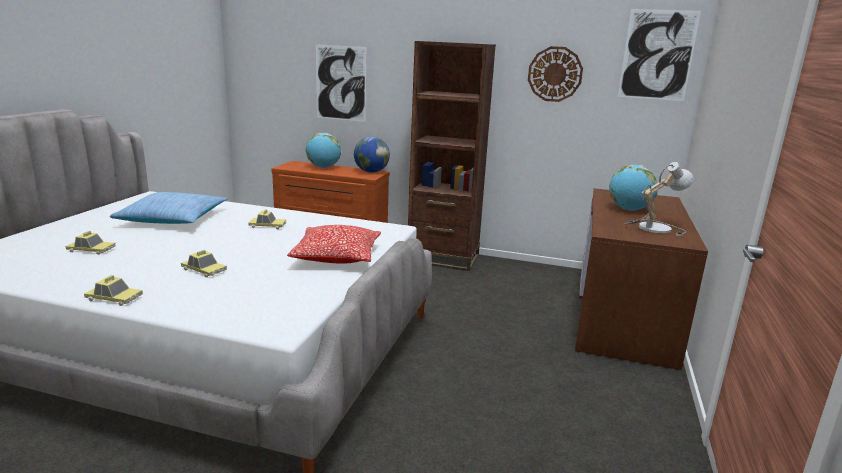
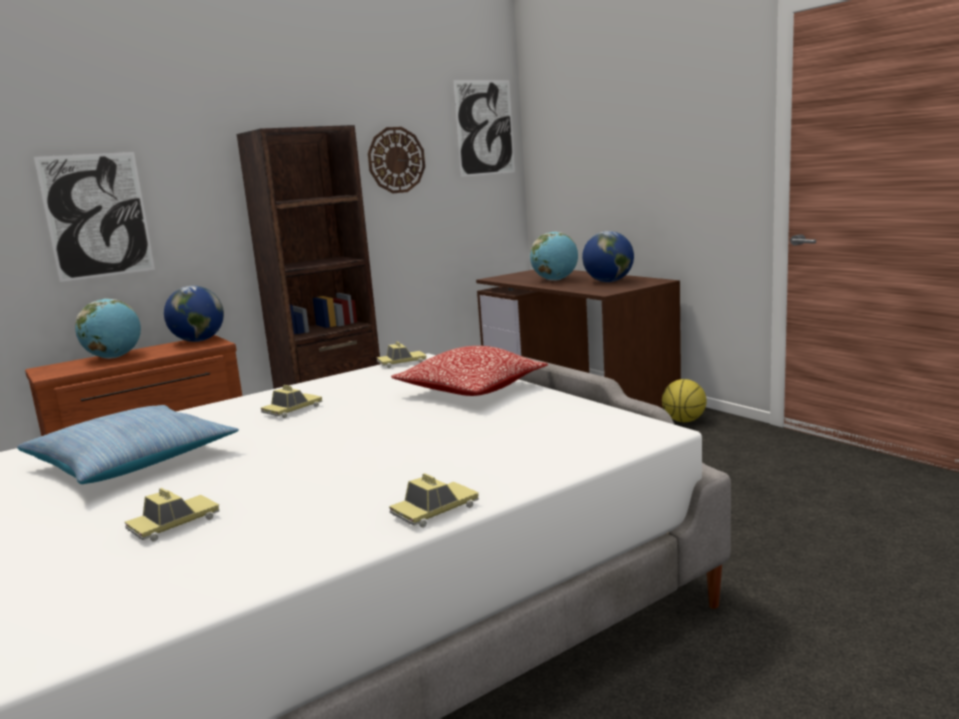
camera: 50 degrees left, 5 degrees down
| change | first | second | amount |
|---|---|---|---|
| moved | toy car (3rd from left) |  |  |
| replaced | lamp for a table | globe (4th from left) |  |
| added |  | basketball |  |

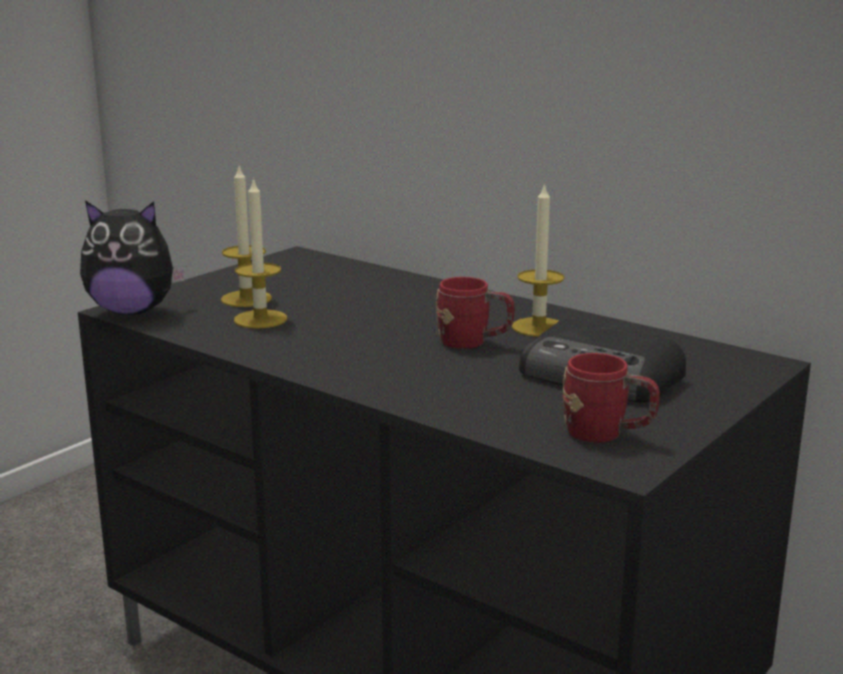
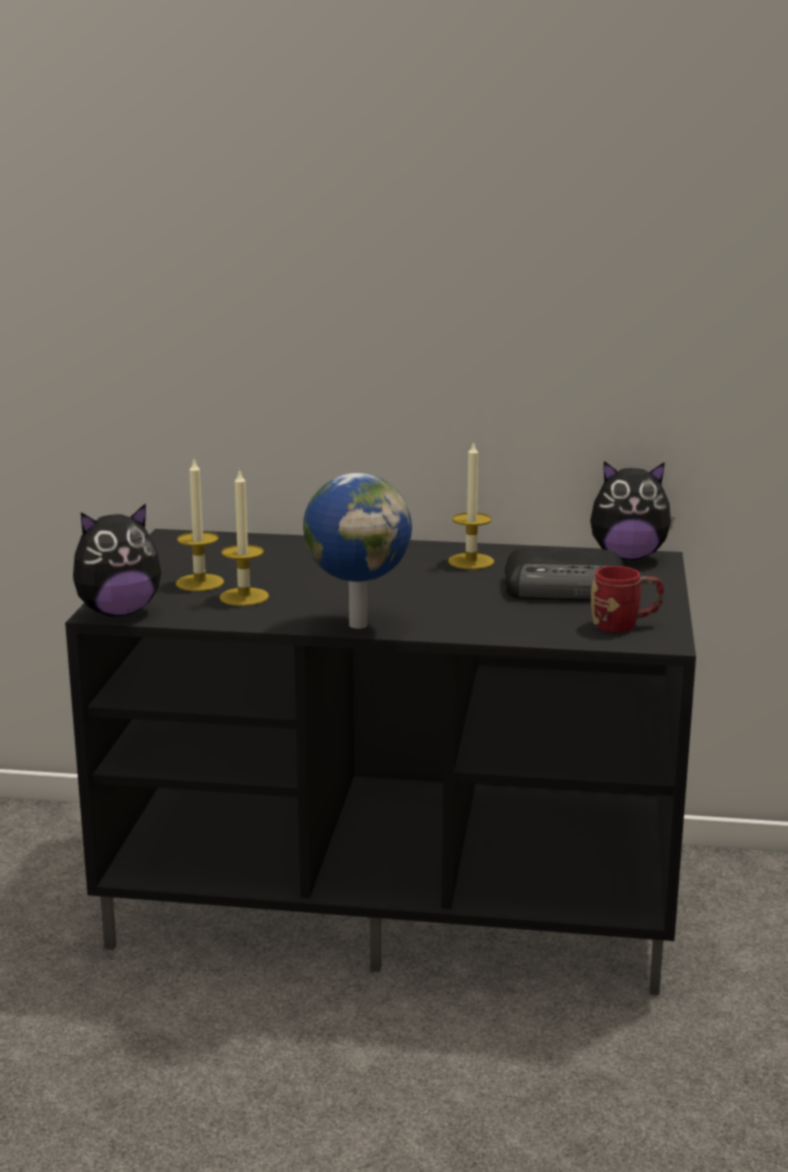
camera: 30 degrees left, 0 degrees up
| change | first | second | amount |
|---|---|---|---|
| added |  | globe |  |
| added |  | plush toy (2nd from left) |  |
| removed | red-coloured coffee mug (1st from left) |  |  |

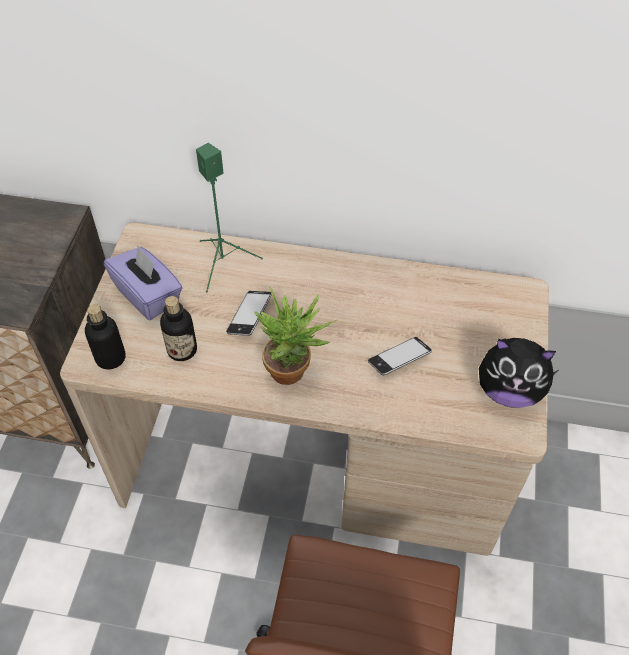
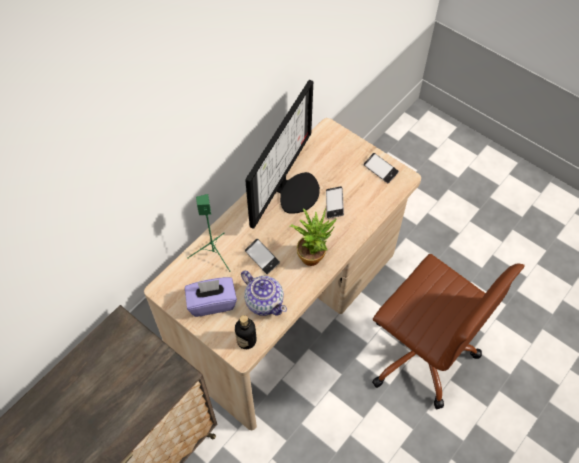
camera: 60 degrees left, 5 degrees up
| change | first | second | amount |
|---|---|---|---|
| replaced | beverage bottle (2nd from left) | teapot |  |
| added |  | computer display |  |
| replaced | plush toy | telephone (3rd from left) |  |

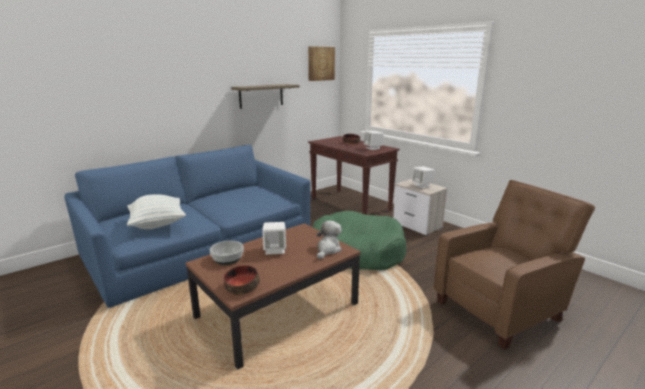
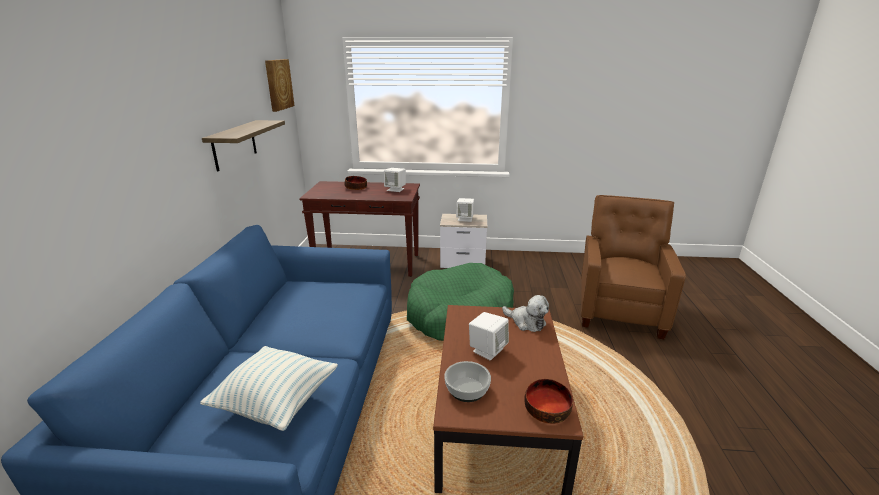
camera: 45 degrees left, 5 degrees up
| change | first | second | amount |
|---|---|---|---|
| turned | plush toy |  | 150 degrees clockwise |

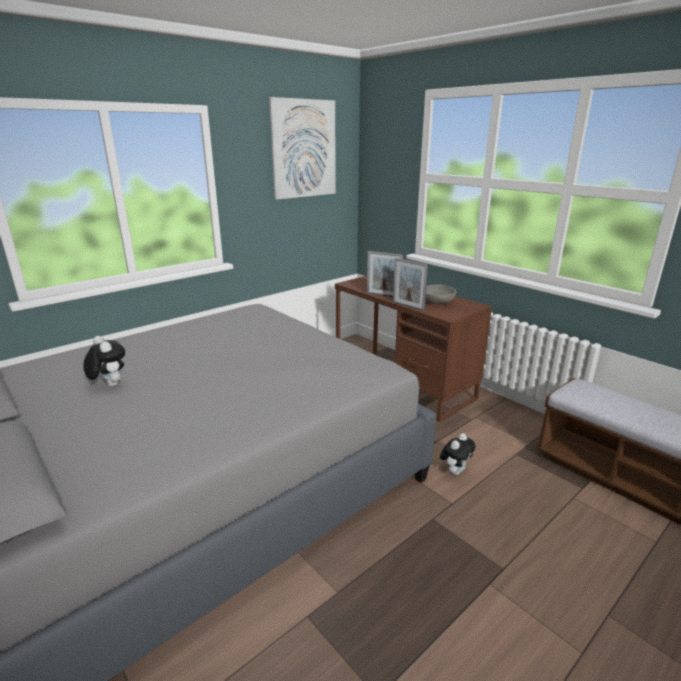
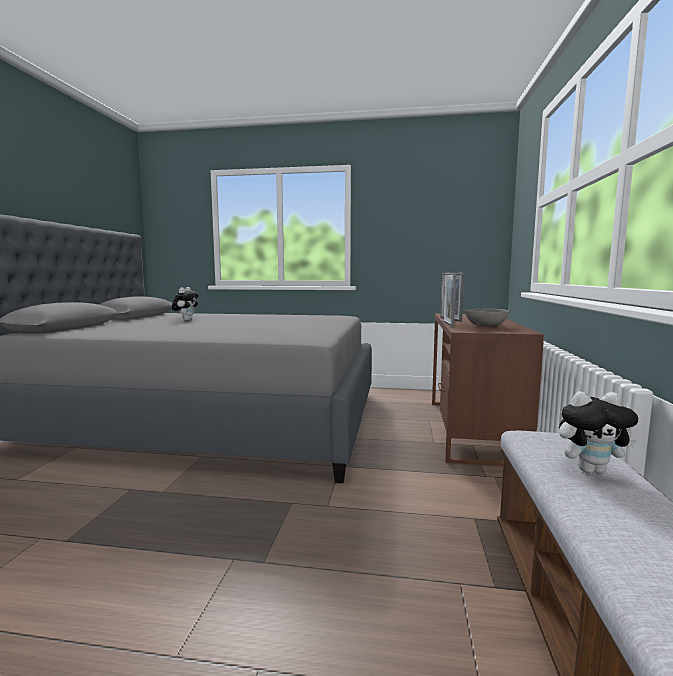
camera: 50 degrees right, 15 degrees down
| change | first | second | amount |
|---|---|---|---|
| moved | plush toy (2nd from left) |  |  |
| removed | wall picture |  |  |

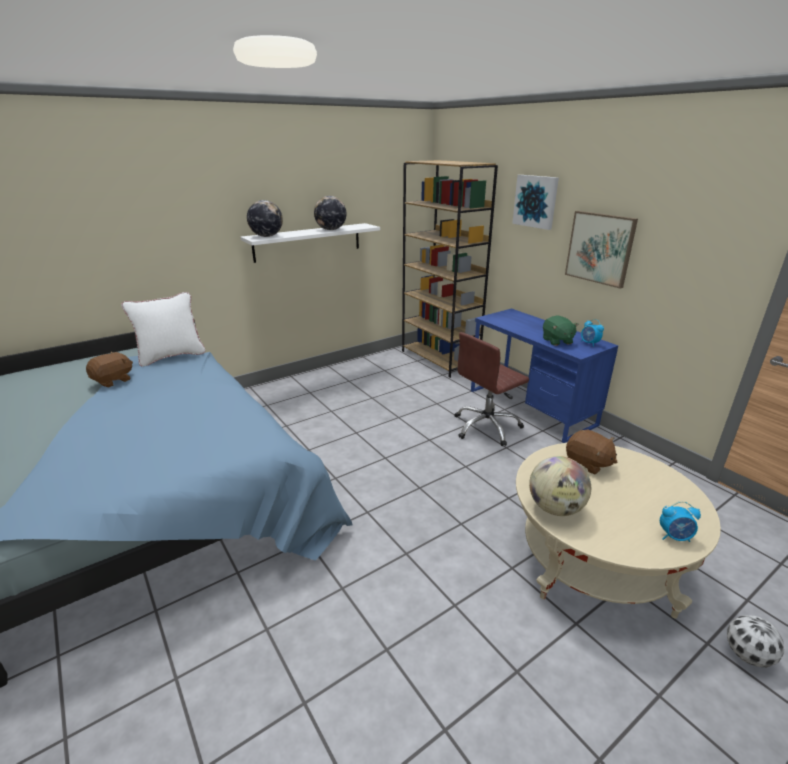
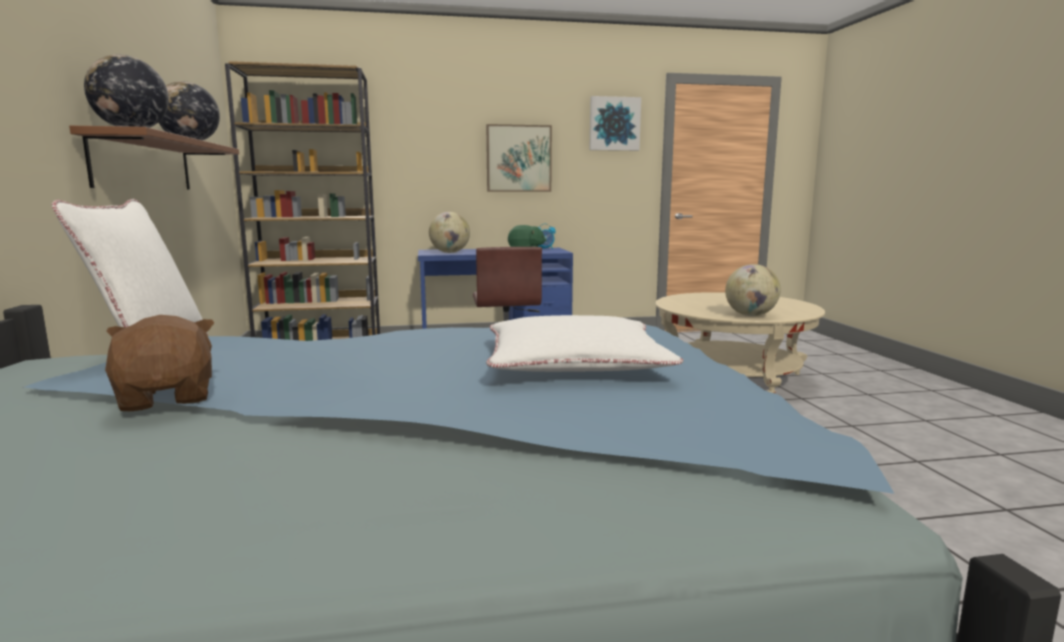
camera: 65 degrees left, 15 degrees down
| change | first | second | amount |
|---|---|---|---|
| recoloured | white-coloured wall shelf | brown wall shelf |  |
| added |  | globe (3rd from left) |  |
| added |  | white-coloured throw pillow (2nd from left) |  |
| moved | wall picture (1st from left in the first image) | wall picture (2nd from left) |  |
| removed | brown plush toy (2nd from left) |  |  |
| removed | table clock (2nd from left) |  |  |
| removed | ball for football |  |  |

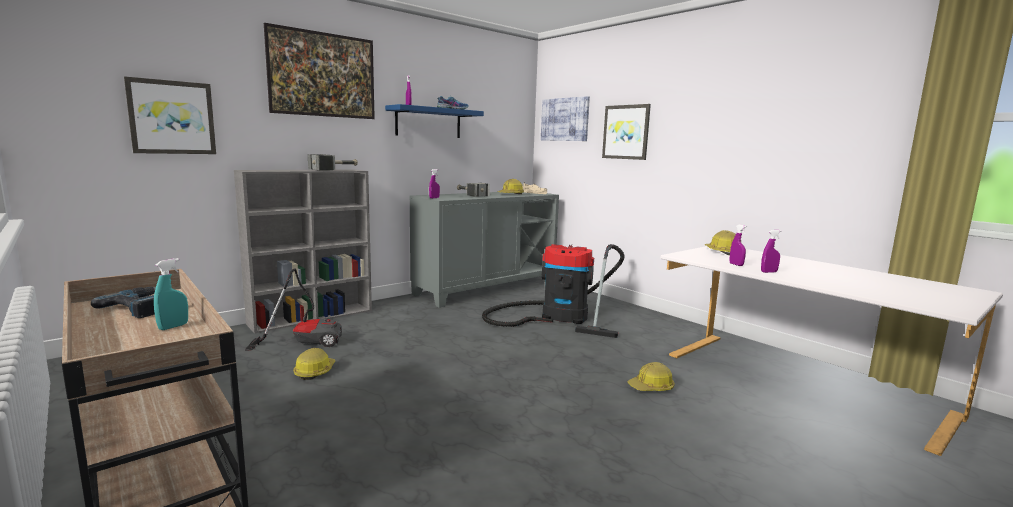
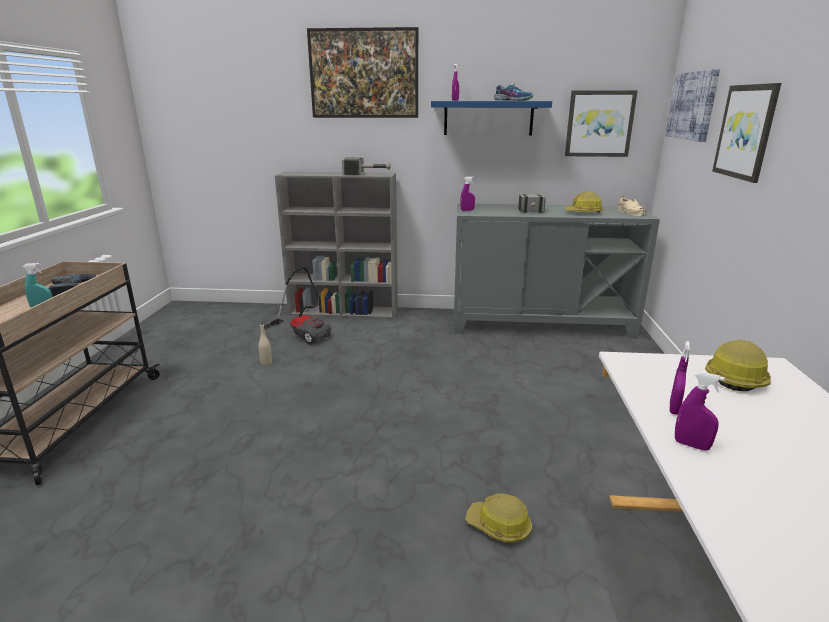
camera: 45 degrees right, 10 degrees up
| change | first | second | amount |
|---|---|---|---|
| replaced | safety helmet (1st from left) | beige-coloured beverage bottle |  |
| moved | wall picture (1st from left in the first image) | wall picture (2nd from left) |  |
| removed | vacuum cleaner (2nd from left) |  |  |

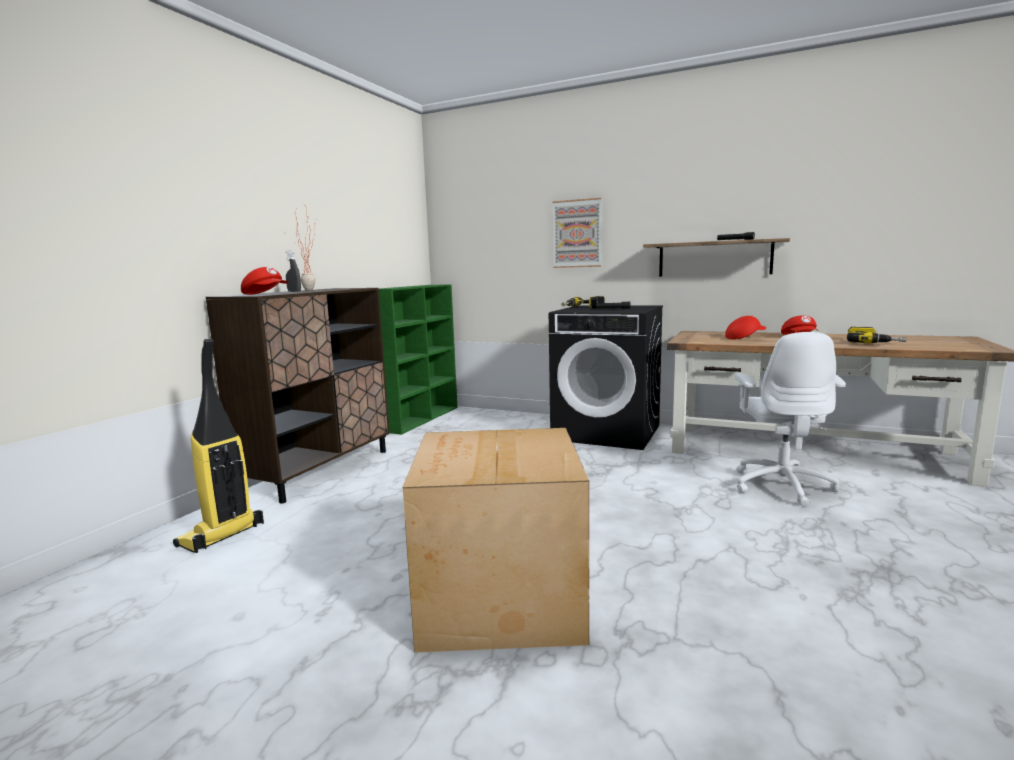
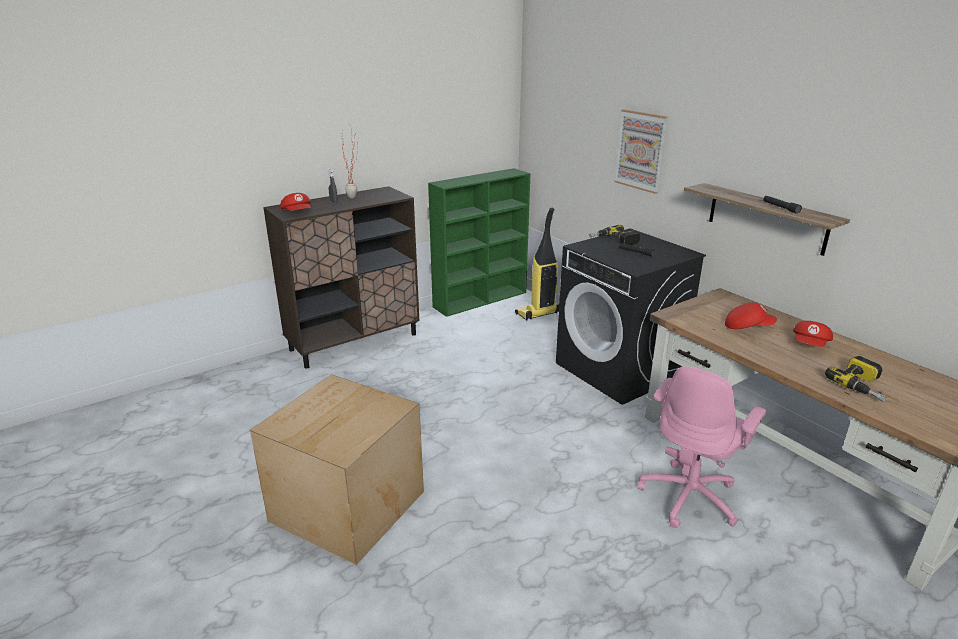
camera: 30 degrees right, 15 degrees up
| change | first | second | amount |
|---|---|---|---|
| moved | vacuum cleaner |  |  |
| recoloured | white-coloured office chair | pinkish office chair |  |

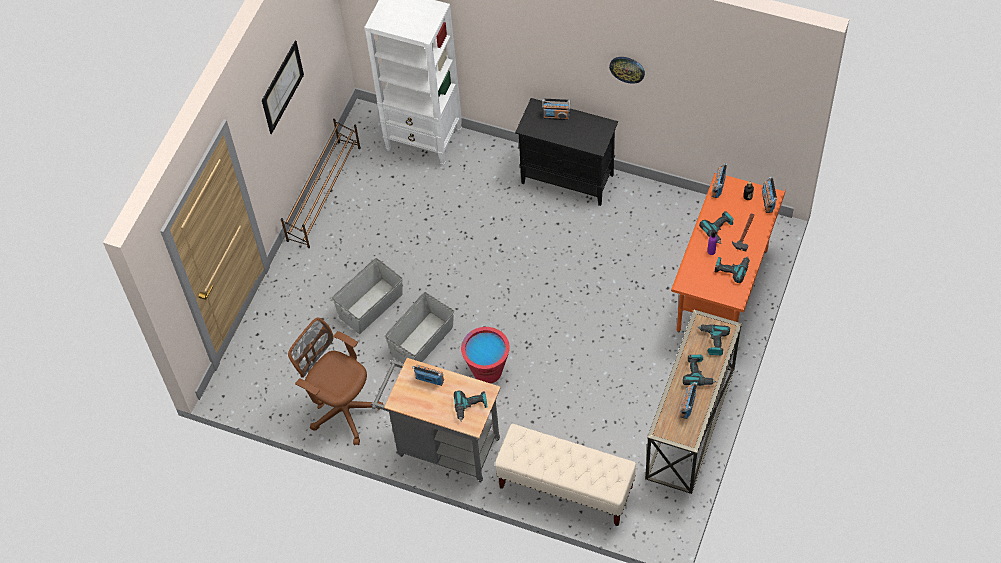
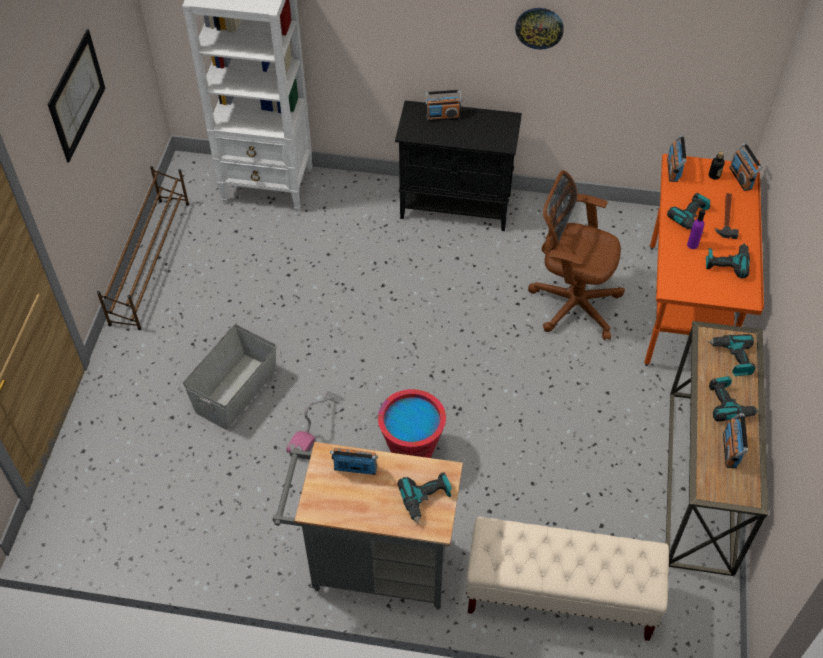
camera: 15 degrees left, 5 degrees down
| change | first | second | amount |
|---|---|---|---|
| replaced | grey storage bin (2nd from left) | vacuum cleaner |  |
| moved | brown office chair |  |  |

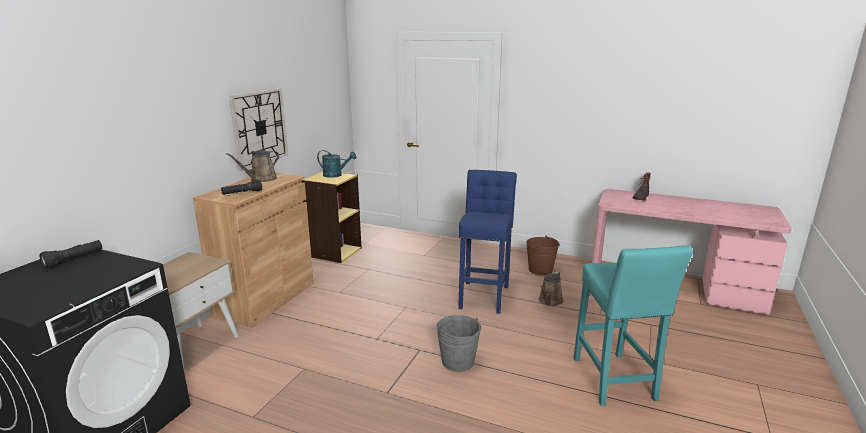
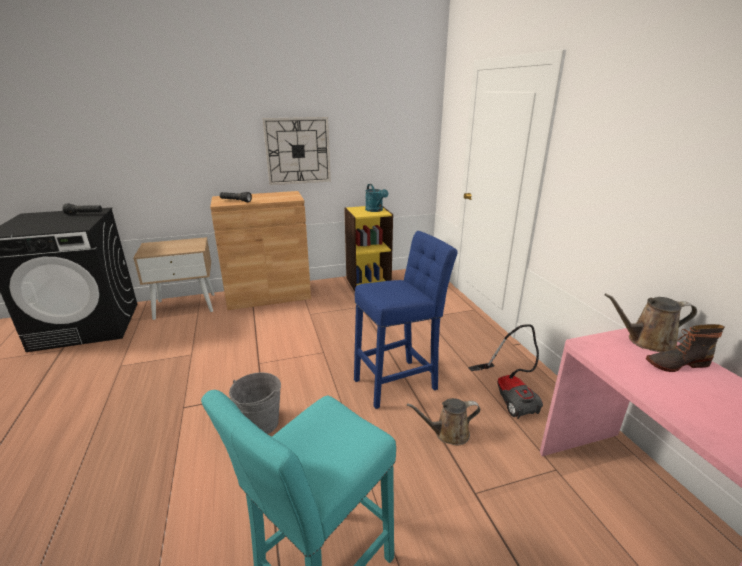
camera: 50 degrees right, 5 degrees up
| change | first | second | amount |
|---|---|---|---|
| replaced | brown pail | vacuum cleaner |  |
| moved | brown watering pot (1st from left in the first image) | brown watering pot (2nd from left) |  |

